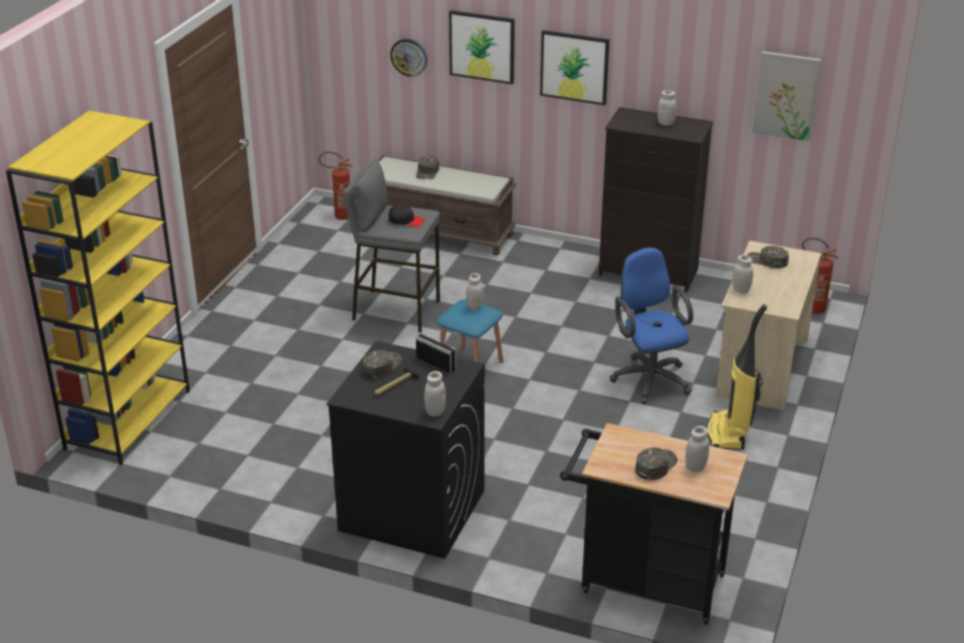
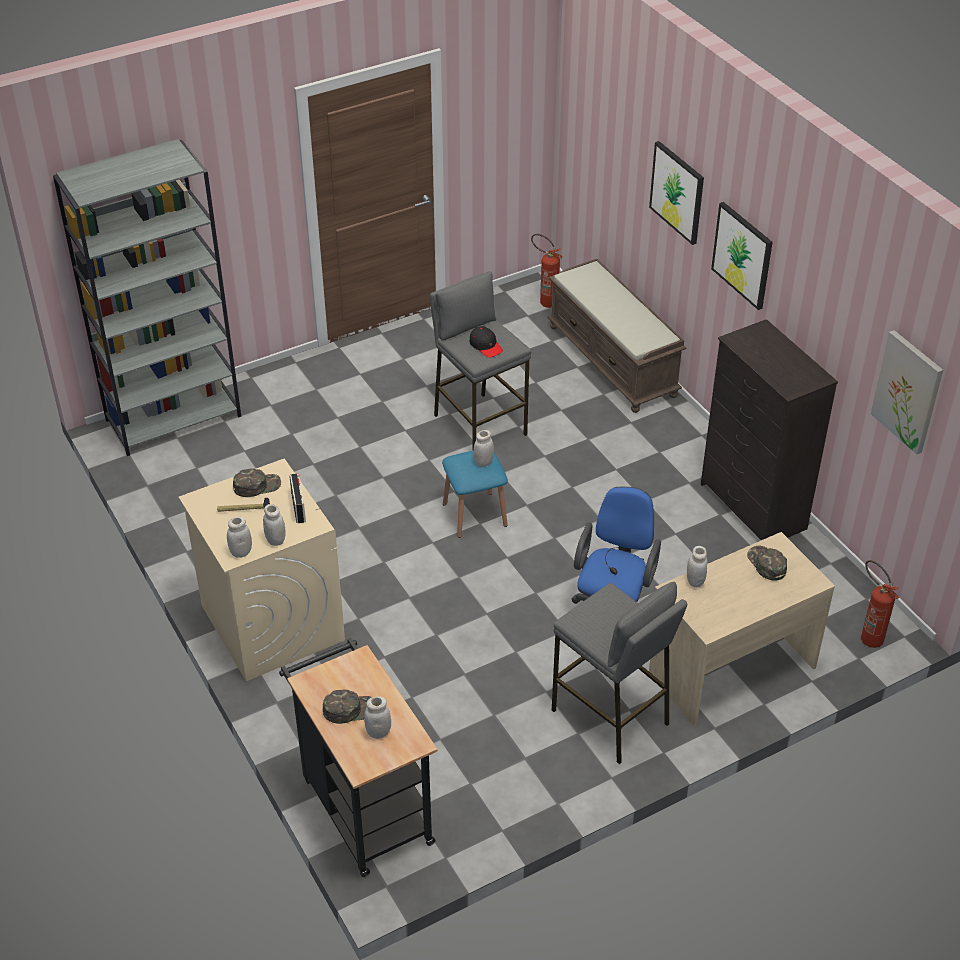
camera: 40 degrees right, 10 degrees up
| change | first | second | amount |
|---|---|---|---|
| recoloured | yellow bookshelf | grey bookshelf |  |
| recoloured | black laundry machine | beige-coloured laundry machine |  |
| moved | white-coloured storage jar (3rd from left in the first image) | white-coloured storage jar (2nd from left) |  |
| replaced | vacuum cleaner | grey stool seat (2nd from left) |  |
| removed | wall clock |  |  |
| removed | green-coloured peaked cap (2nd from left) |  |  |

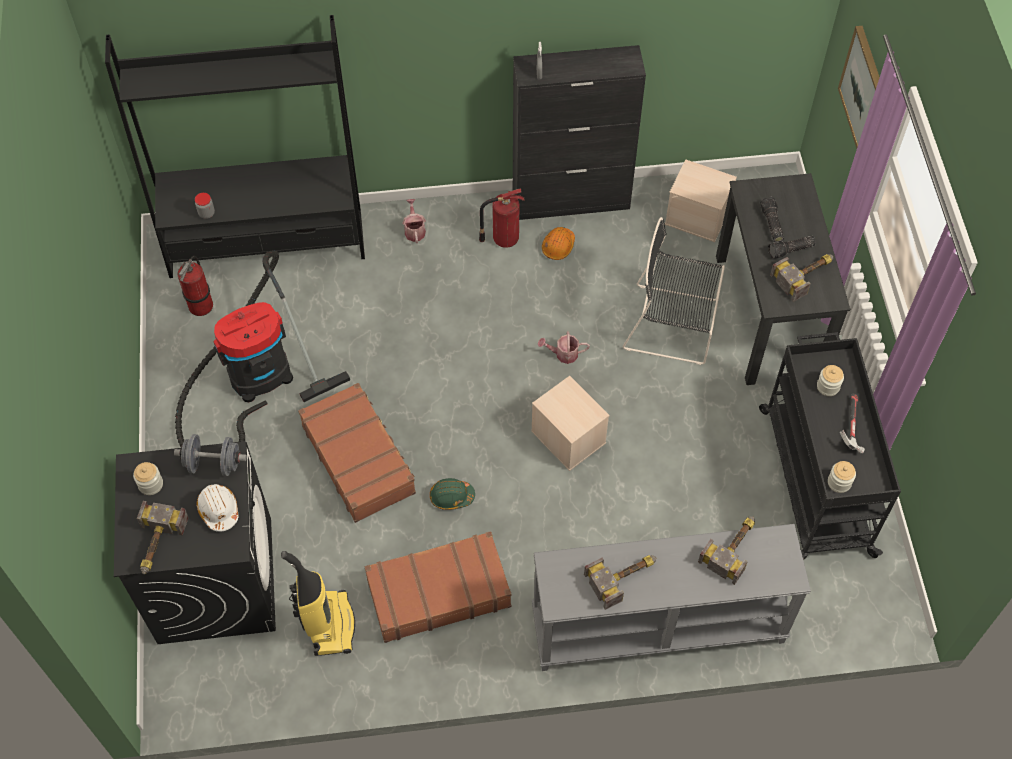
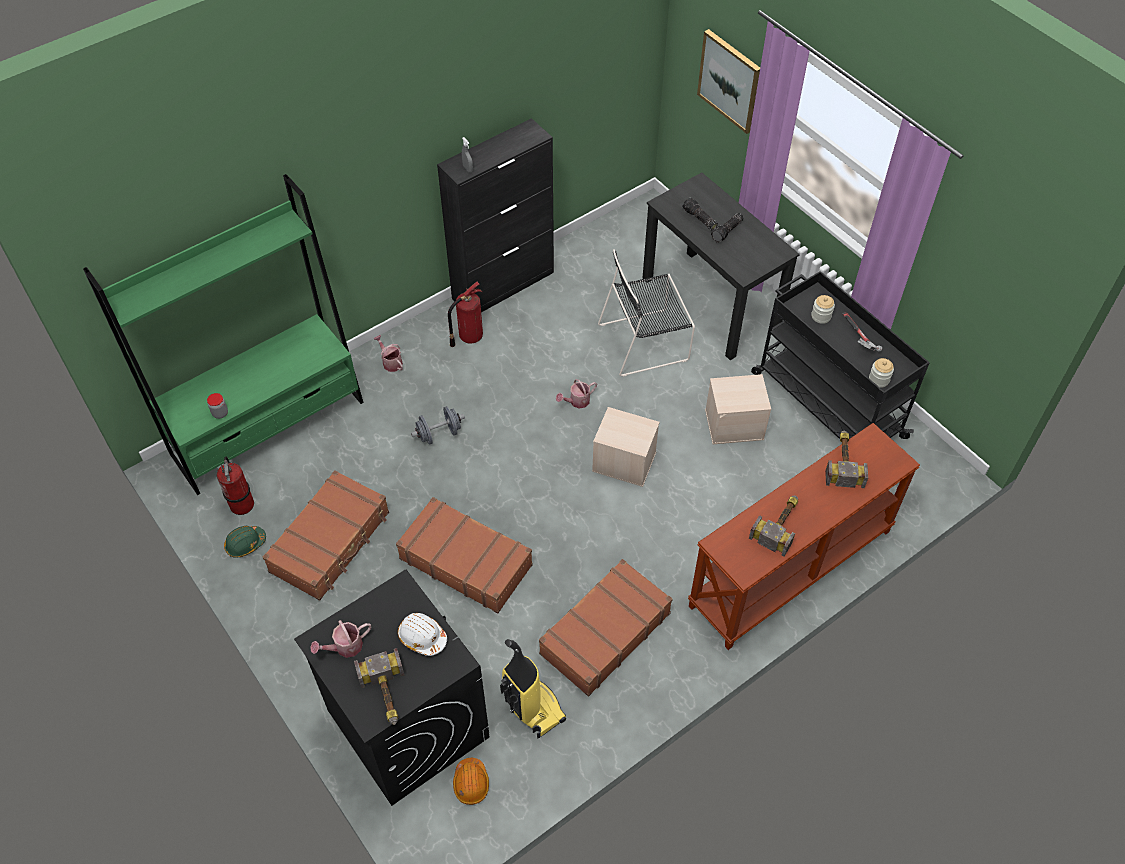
camera: 30 degrees left, 5 degrees down
| change | first | second | amount |
|---|---|---|---|
| recoloured | black bookshelf | green-coloured bookshelf |  |
| moved | green-coloured safety helmet |  |  |
| replaced | vacuum cleaner (1st from left) | brown piece of luggage (1st from left) |  |
| replaced | storage jar (1st from left) | watering pot (1st from left) |  |
| moved | grey dumbbell |  |  |
| moved | orange-coloured safety helmet |  |  |
| recoloured | grey narrow table | brown narrow table |  |
| moved | beige-coloured storage bin (2nd from left) |  |  |
| removed | hand hammer (4th from left) |  |  |

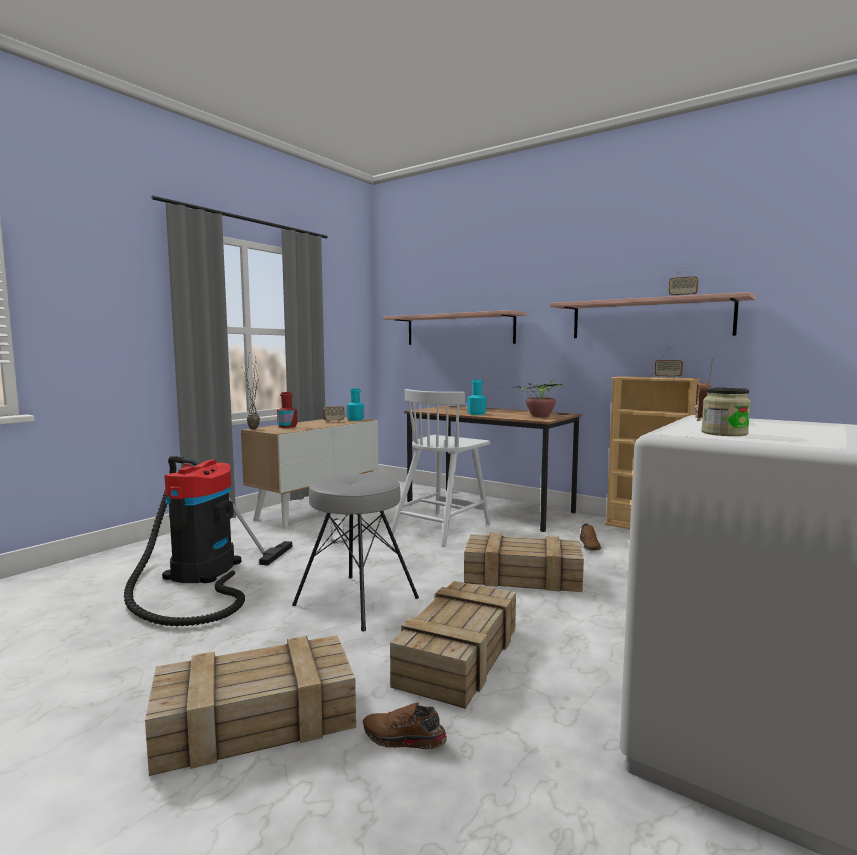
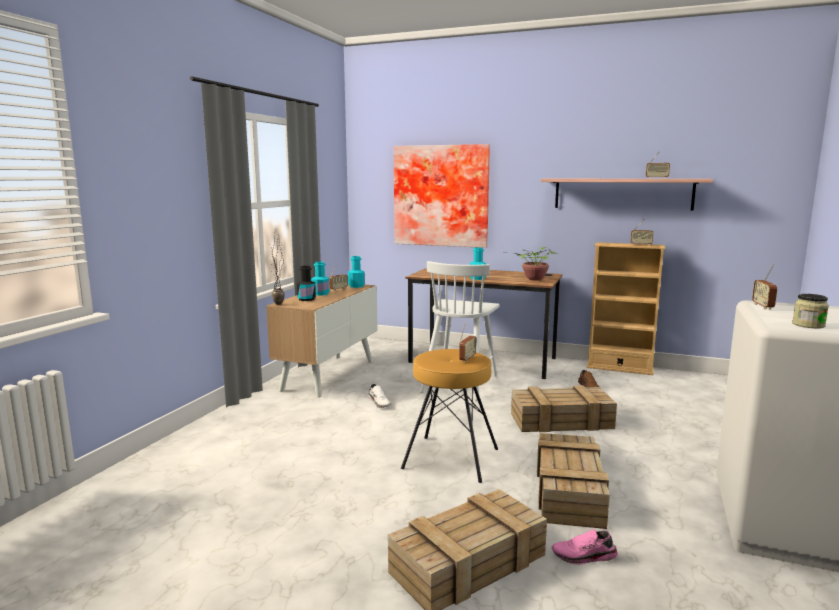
camera: 15 degrees left, 5 degrees up
| change | first | second | amount |
|---|---|---|---|
| recoloured | red-coloured beverage bottle | black beverage bottle |  |
| added |  | turquoise-coloured beverage bottle (1st from left) |  |
| replaced | wall shelf (1st from left) | wall picture |  |
| recoloured | grey stool seat | brown stool seat |  |
| added |  | radio set (2nd from left) |  |
| recoloured | brown shoe (1st from left) | pinkish shoe |  |
| removed | vacuum cleaner |  |  |

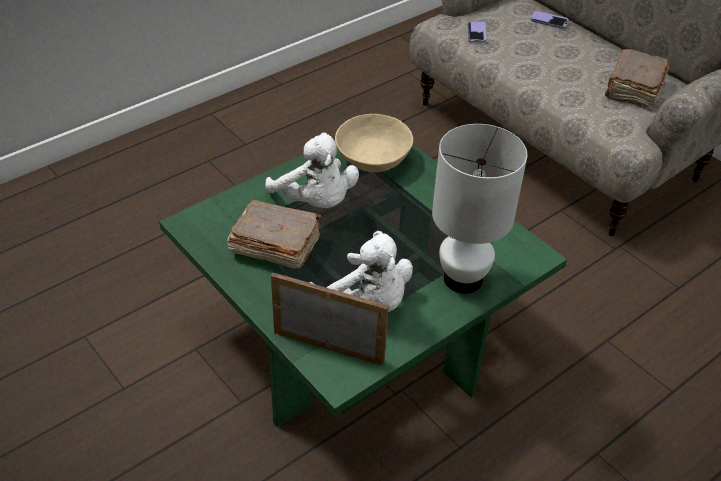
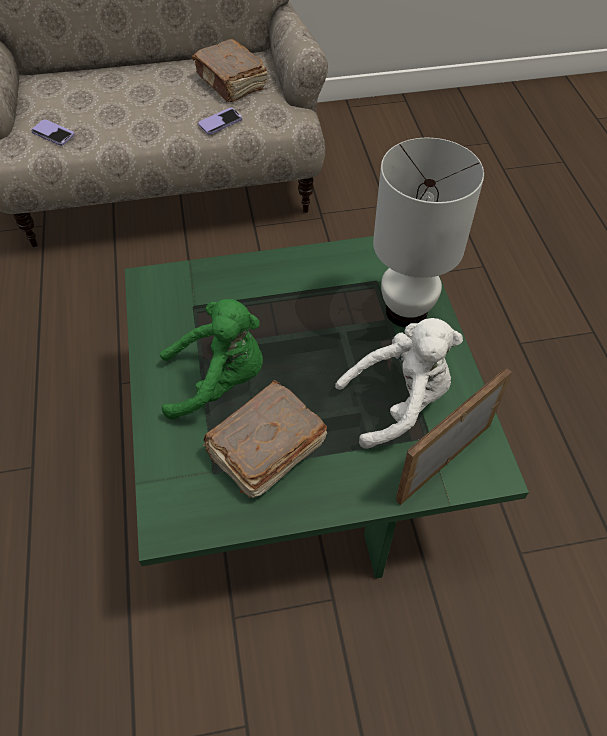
camera: 60 degrees left, 10 degrees up
| change | first | second | amount |
|---|---|---|---|
| recoloured | white-coloured plush toy (1st from left) | green-coloured plush toy |  |
| moved | telephone (2nd from left) |  |  |
| removed | beige-coloured deep dish |  |  |

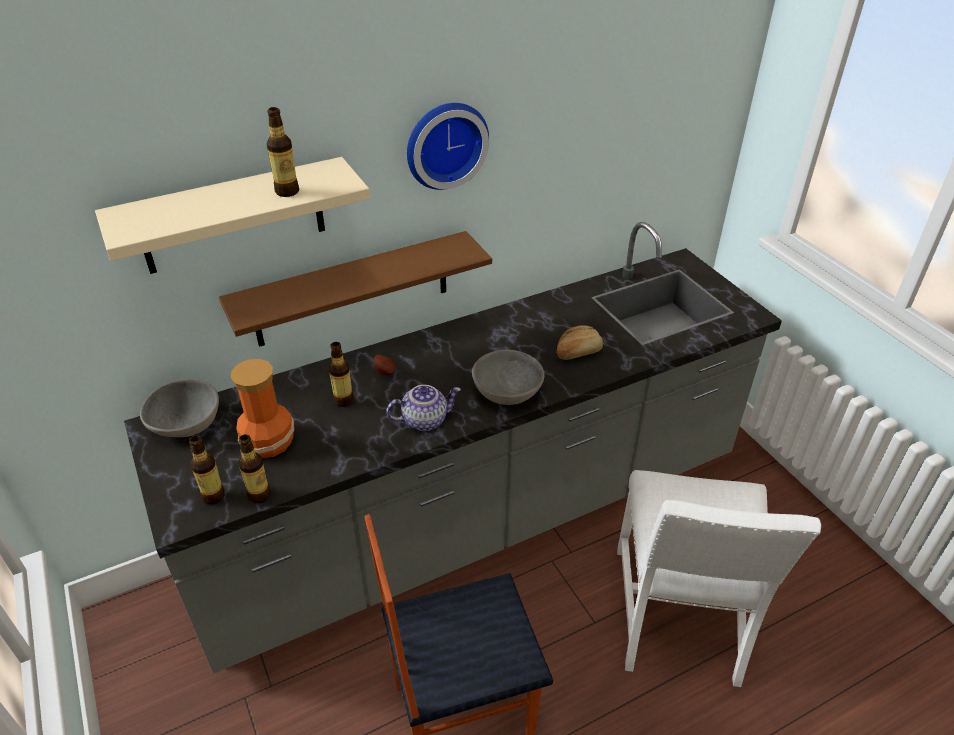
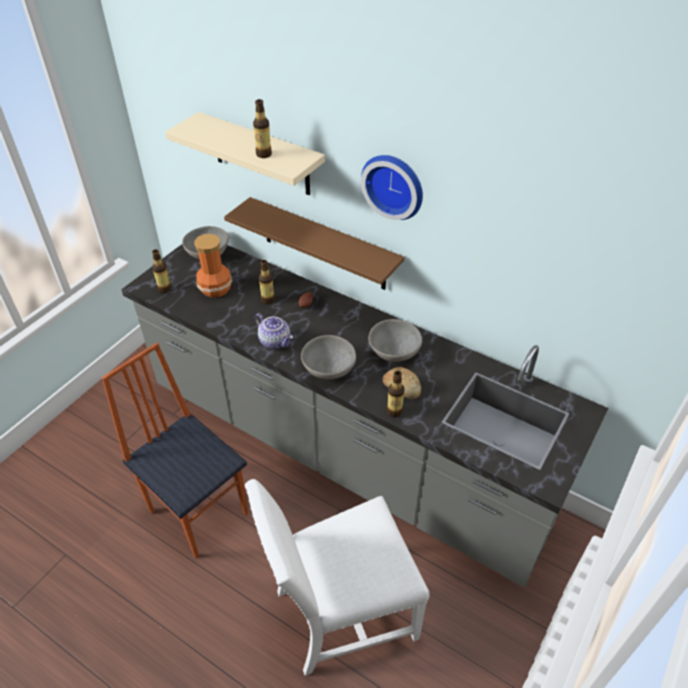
camera: 60 degrees right, 5 degrees up
| change | first | second | amount |
|---|---|---|---|
| added |  | grey deep dish (3rd from left) |  |
| moved | beverage bottle (2nd from left in the first image) | beverage bottle (4th from left) |  |

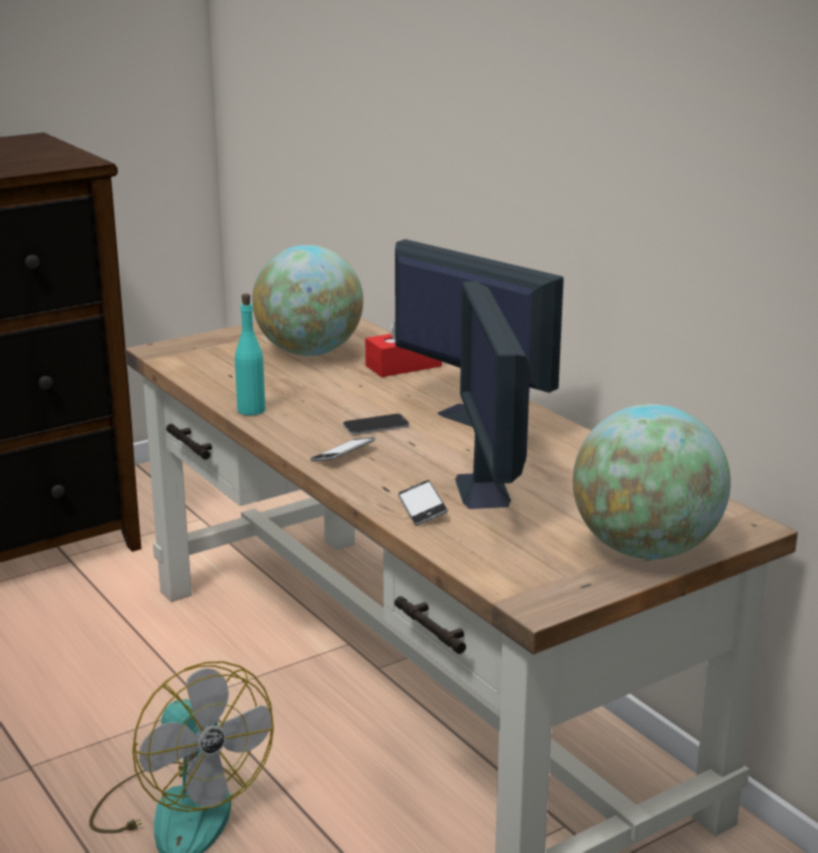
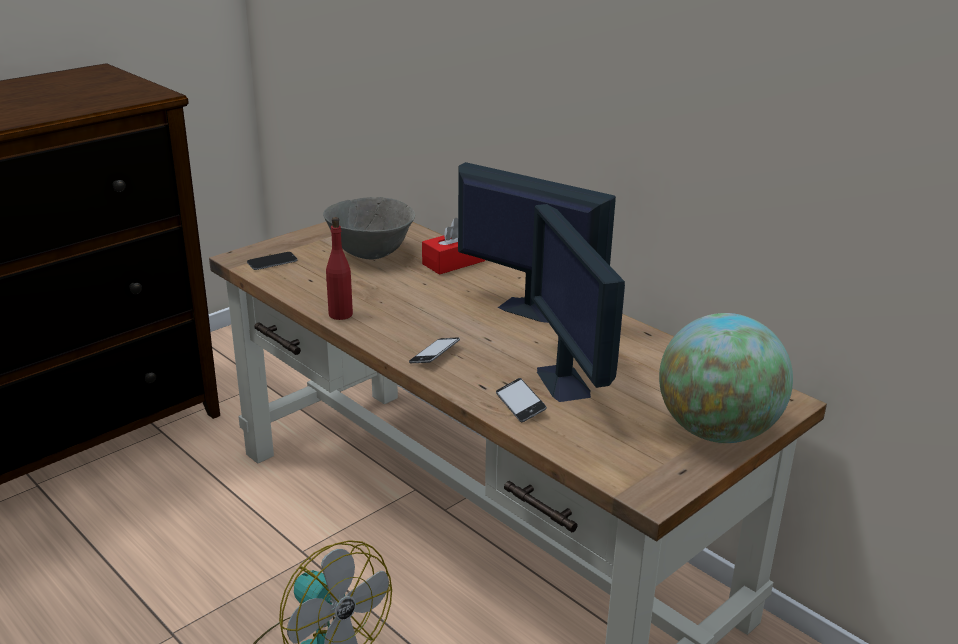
camera: 10 degrees left, 5 degrees up
| change | first | second | amount |
|---|---|---|---|
| moved | telephone (2nd from left in the first image) | telephone (1st from left) |  |
| replaced | globe (1st from left) | grey deep dish |  |
| recoloured | turquoise-coloured beverage bottle | red-coloured beverage bottle |  |

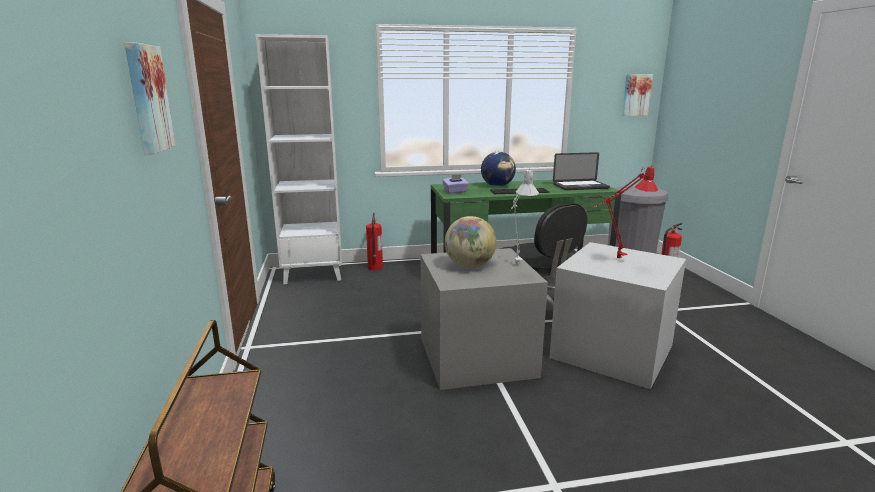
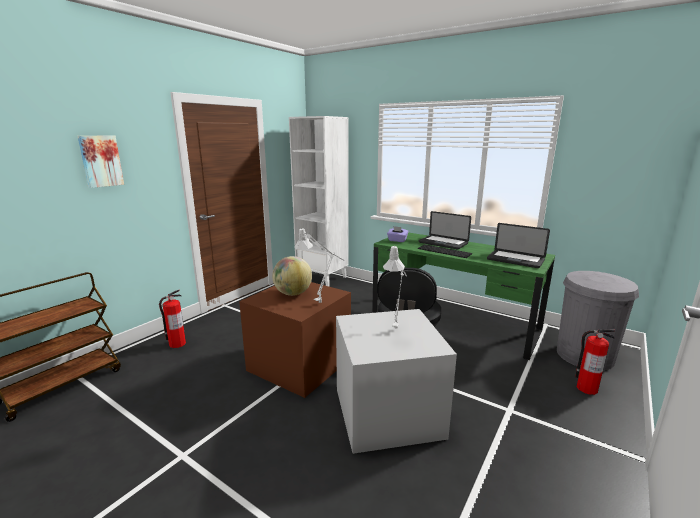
camera: 45 degrees right, 0 degrees up
| change | first | second | amount |
|---|---|---|---|
| moved | fire-fighting cylinder (1st from left) |  |  |
| recoloured | grey storage bin (1st from left) | brown storage bin |  |
| recoloured | red-coloured lamp for a table | grey lamp for a table (2nd from left) |  |
| replaced | globe (2nd from left) | portable computer (1st from left) |  |
| removed | wall picture (2nd from left) |  |  |

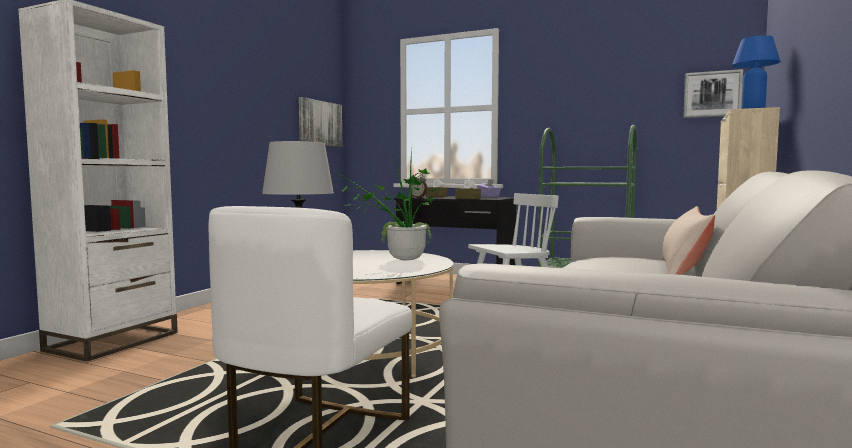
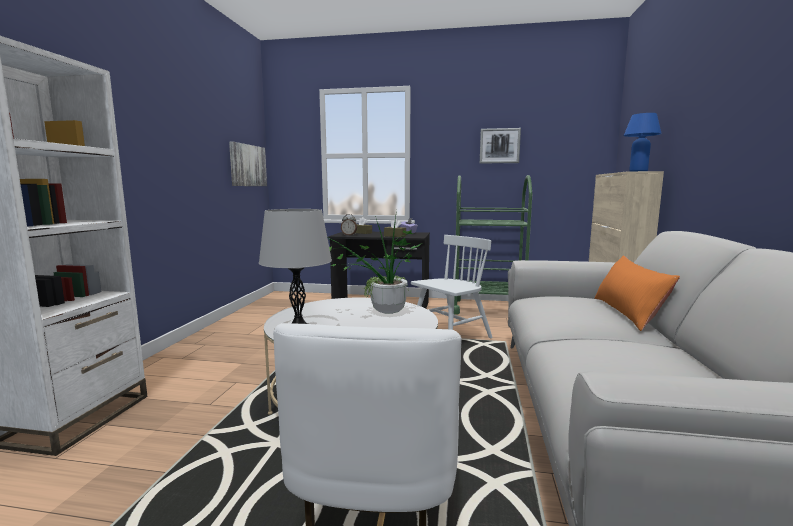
camera: 15 degrees left, 5 degrees up
| change | first | second | amount |
|---|---|---|---|
| moved | wall picture (2nd from left) |  |  |
| recoloured | beige-coloured throw pillow | orange-coloured throw pillow |  |

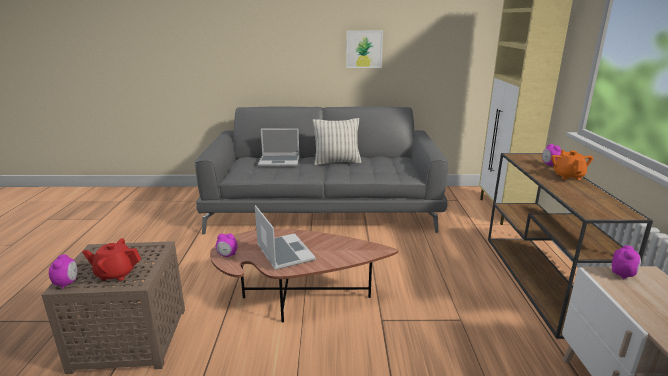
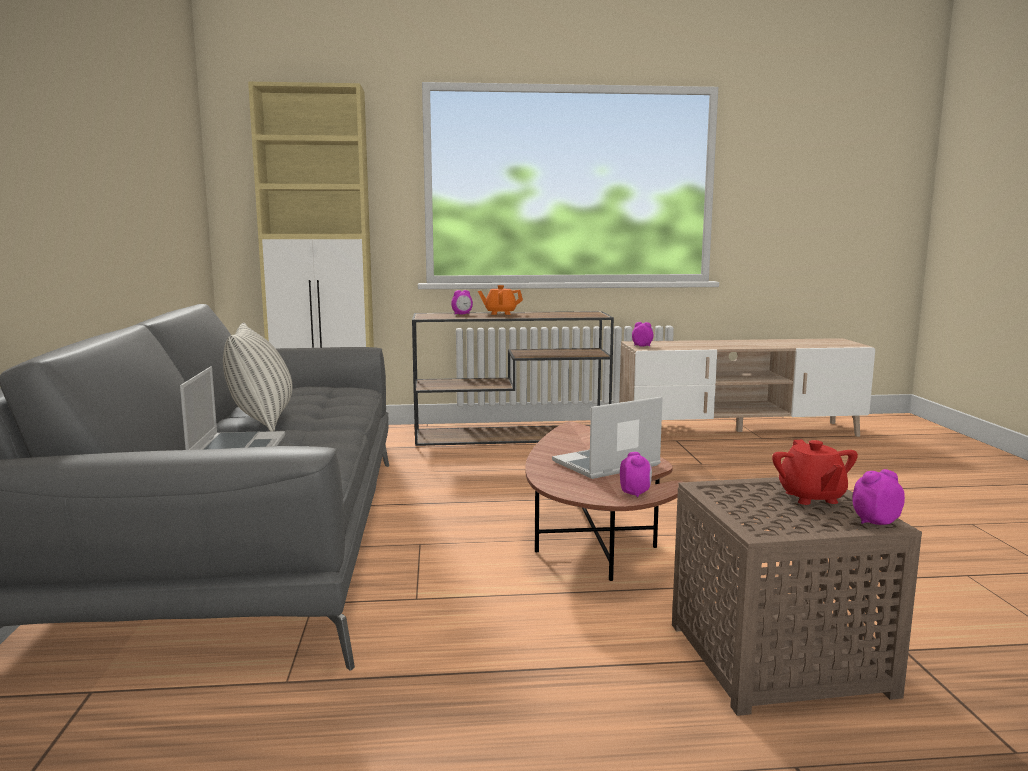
camera: 95 degrees left, 10 degrees down
| change | first | second | amount |
|---|---|---|---|
| removed | wall picture |  |  |

